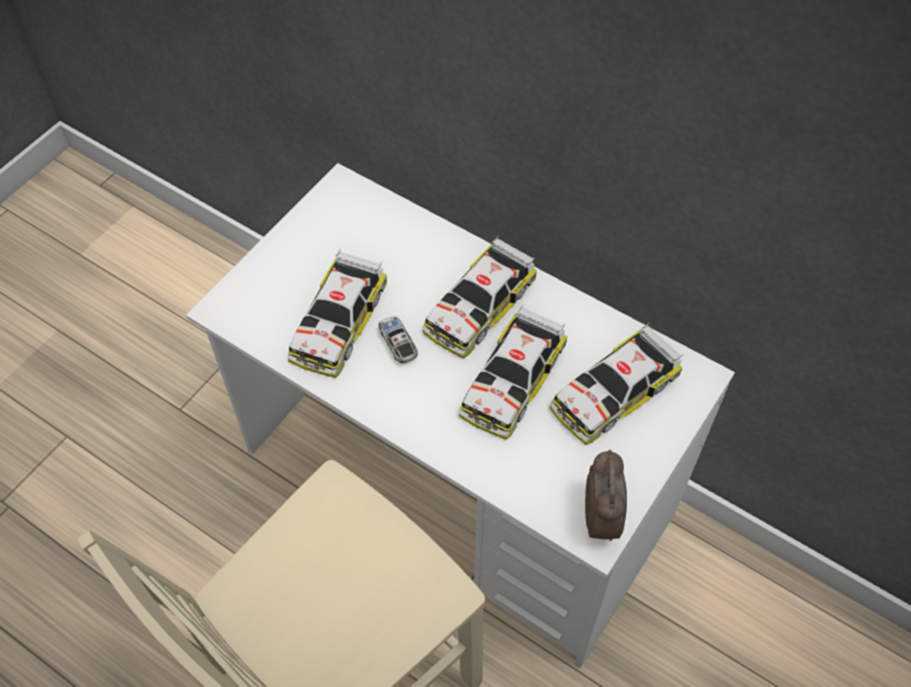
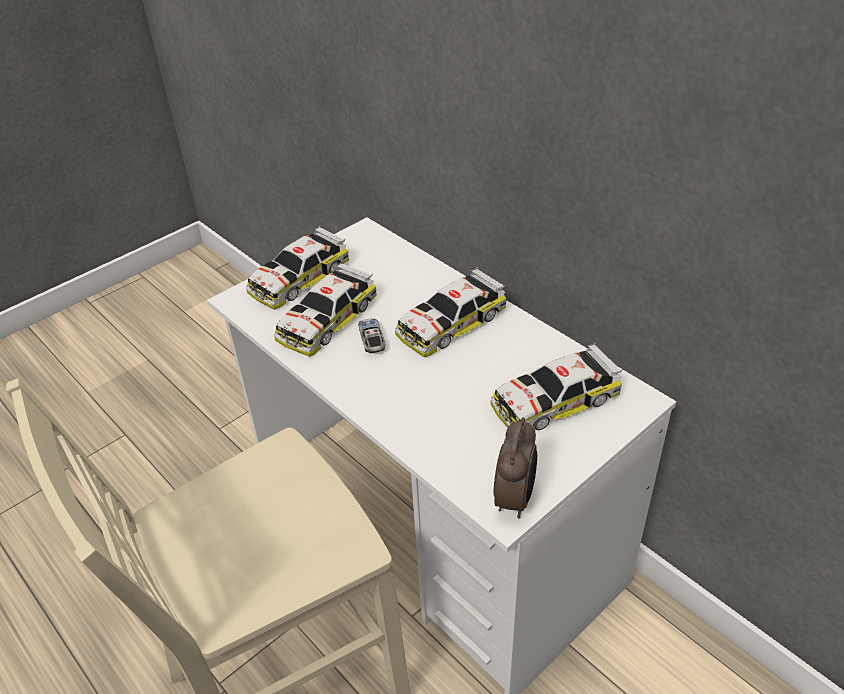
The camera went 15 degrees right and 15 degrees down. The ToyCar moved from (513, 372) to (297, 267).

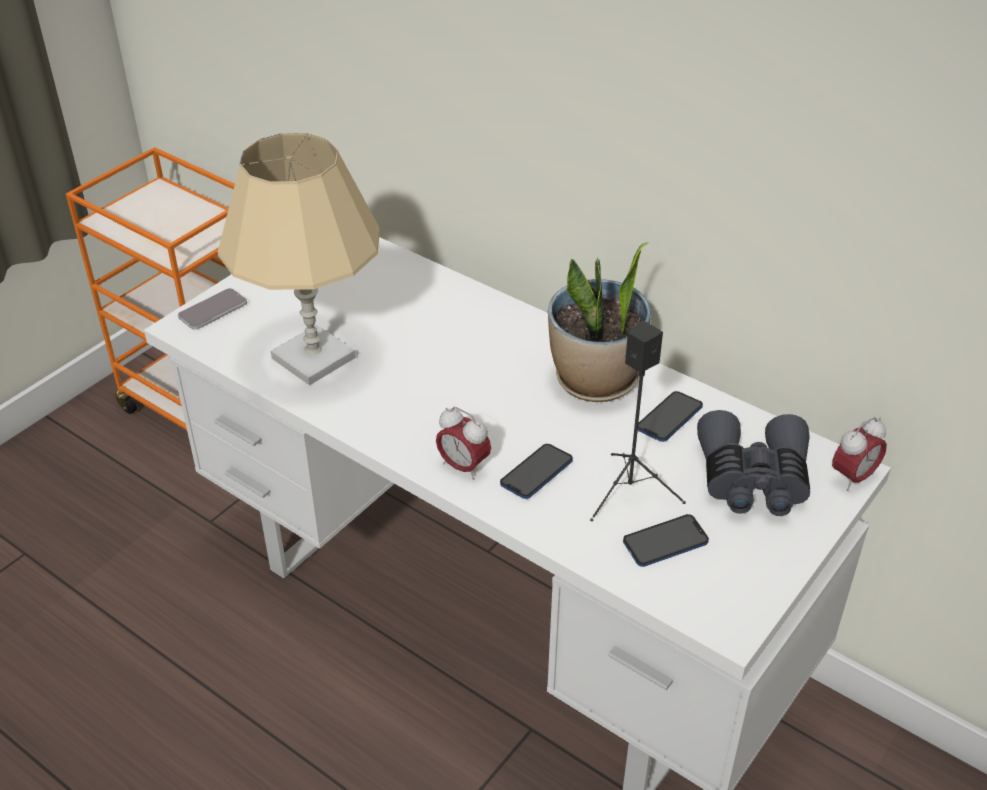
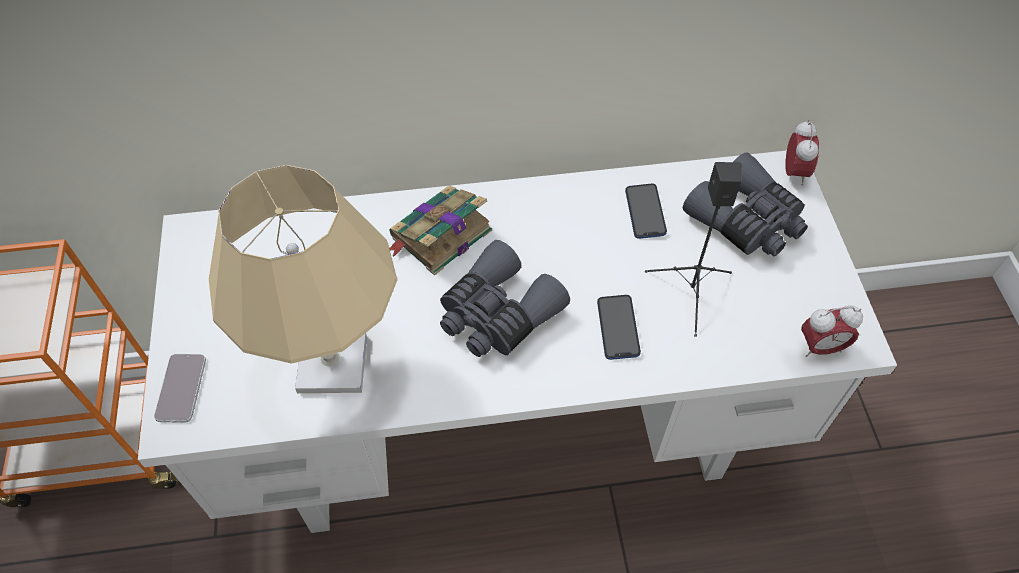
The camera went 45 degrees left and 15 degrees up. The PottedPlant at (599, 322) disappeared. The AlarmClock moved from (463, 443) to (832, 331). The Phone at (666, 540) disappeared. The Book at (440, 230) appeared. The GreyBinoculars at (505, 298) appeared.

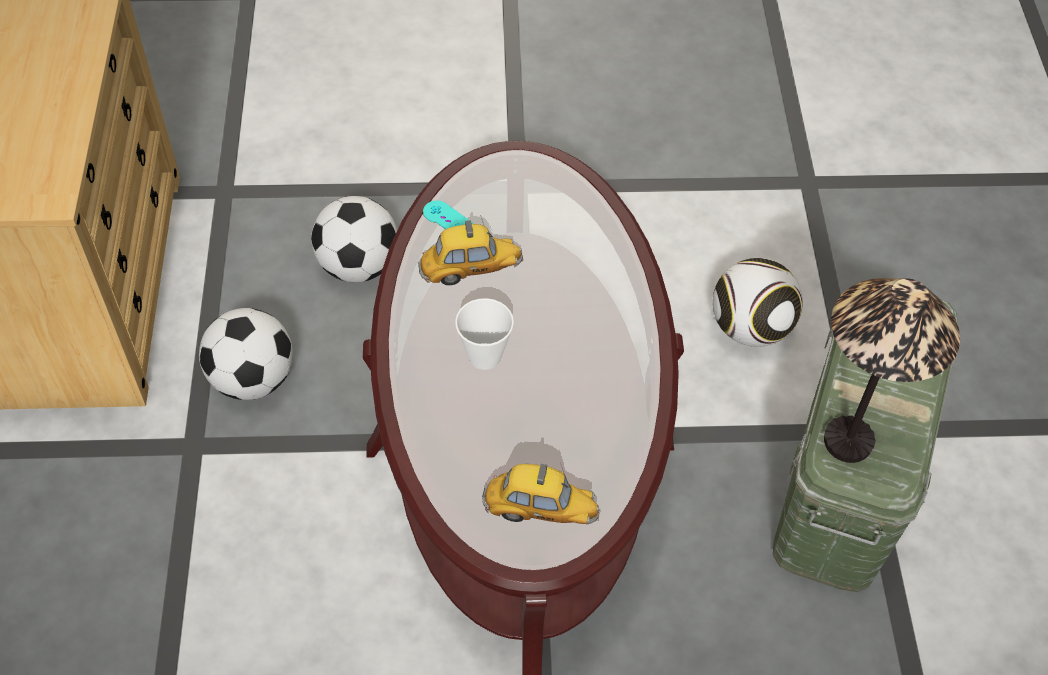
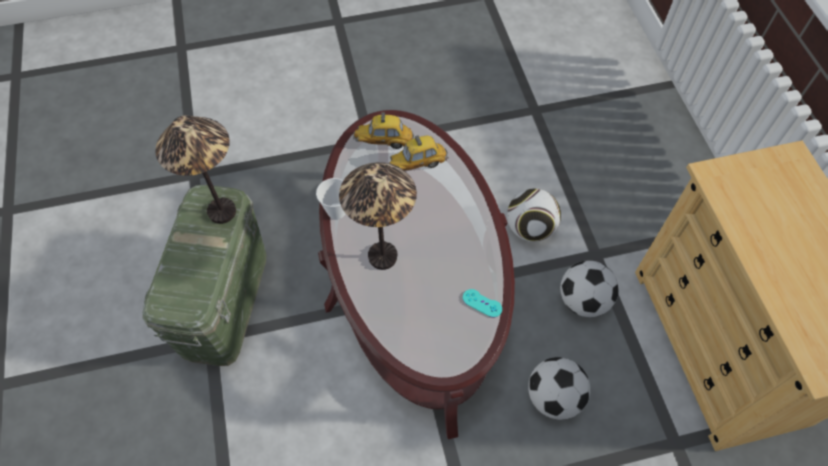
The camera went 170 degrees right and 5 degrees up. The ToyCar moved from (470, 250) to (419, 153). The Football moved from (757, 302) to (534, 215). The Cup moved from (484, 334) to (331, 198). The TableLamp at (378, 216) appeared.

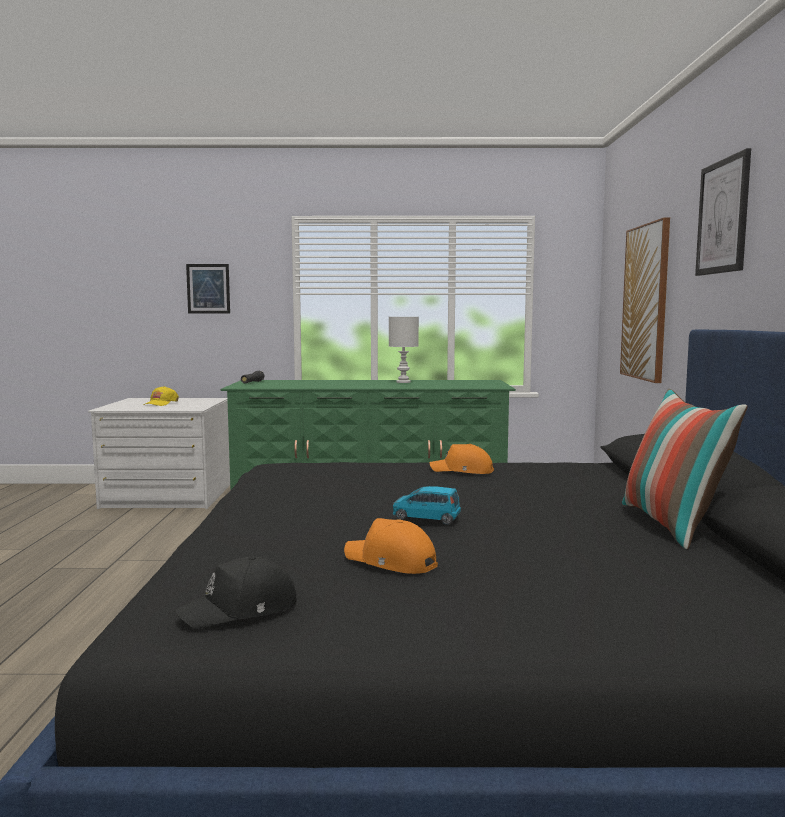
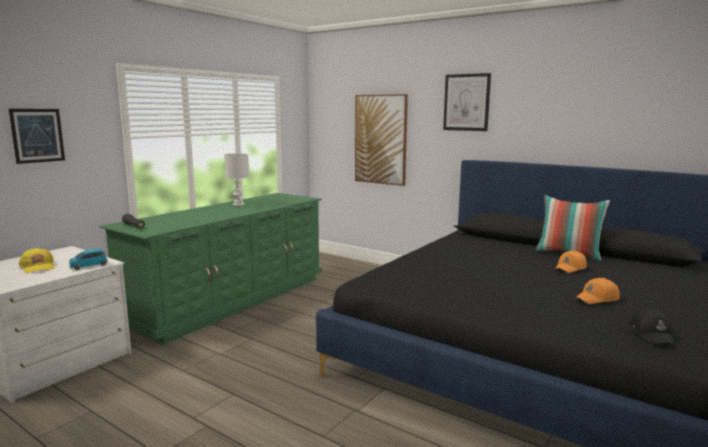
The camera went 55 degrees left and 5 degrees up. The OrangeCap moved from (462, 459) to (571, 261). The BlueToyCar moved from (427, 505) to (88, 259).

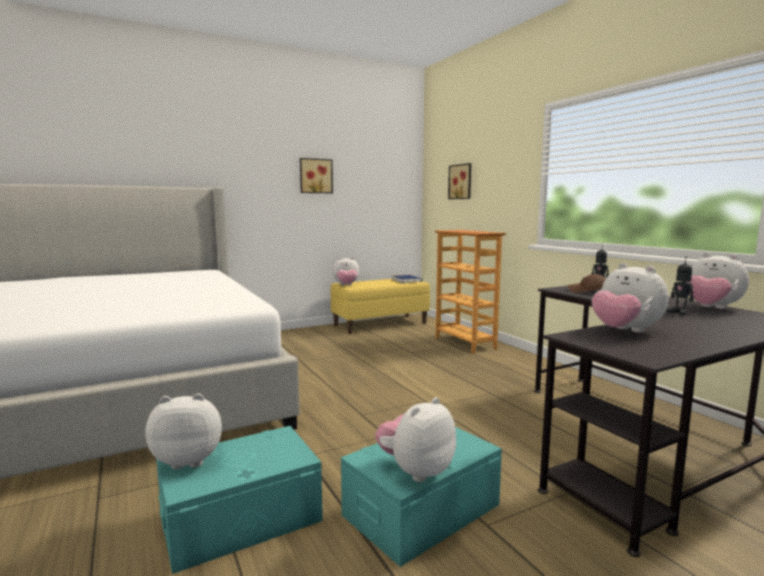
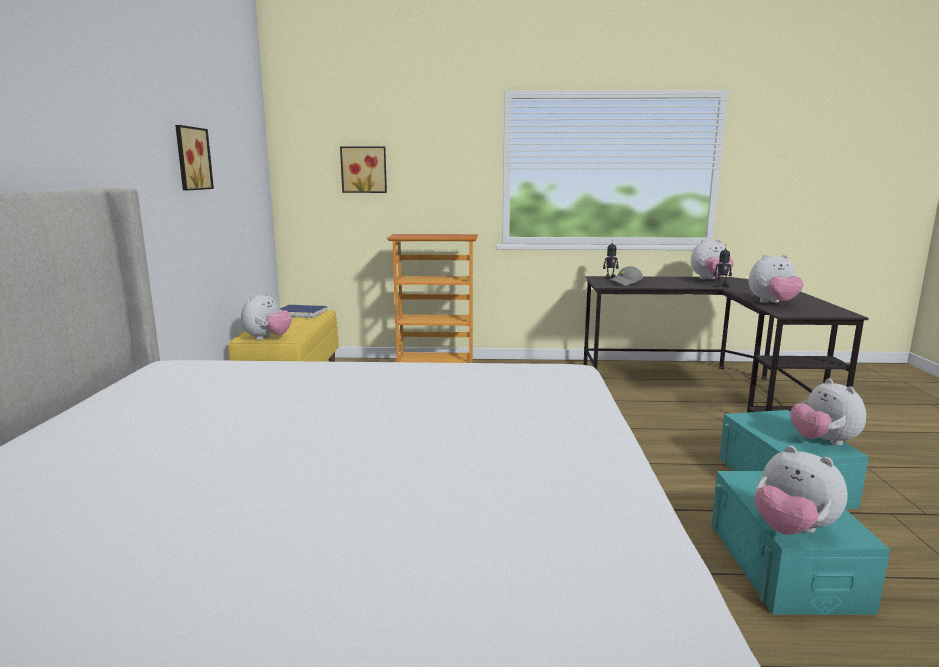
The camera went 60 degrees left and 5 degrees up. The BrownCap at (587, 283) became the GreyCap at (626, 276). The PlushToy at (183, 431) turned 60 degrees counterclockwise.

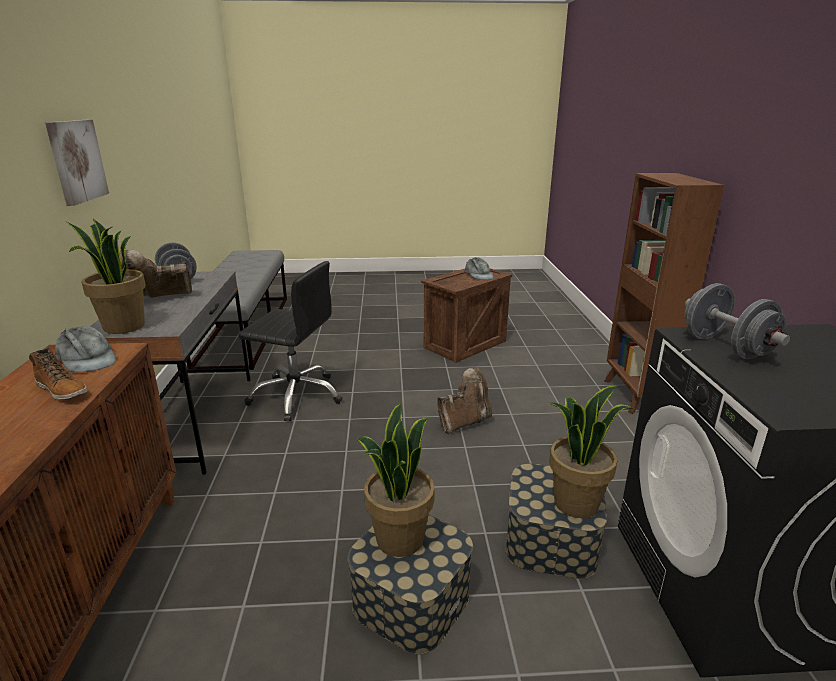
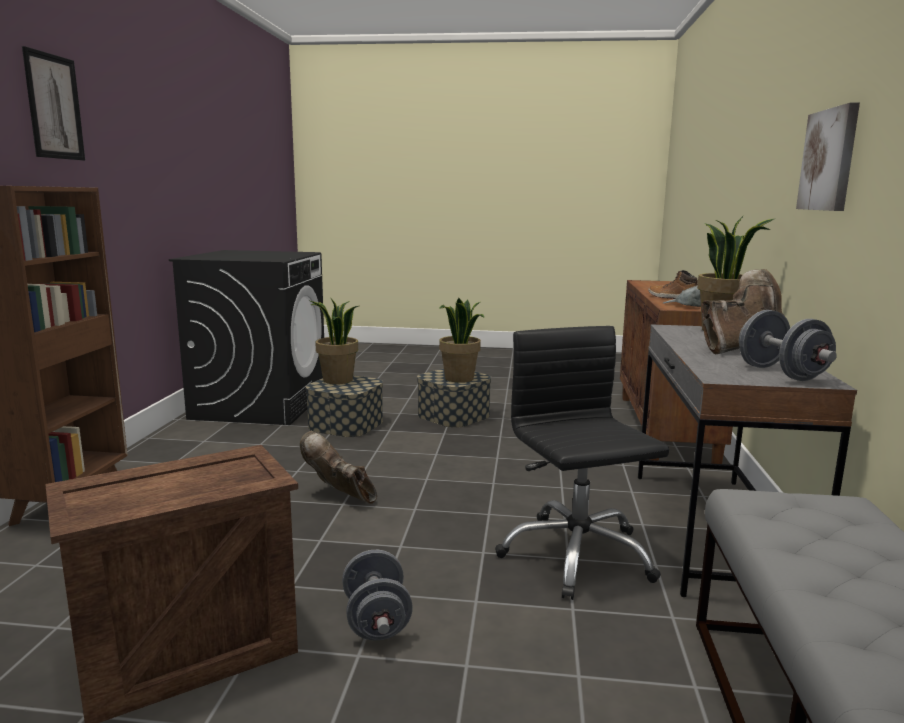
The camera went 170 degrees left and 10 degrees down. The GreyCap at (479, 268) disappeared. The BlackOfficeChair at (291, 341) turned 45 degrees clockwise. The GreyDumbbell moved from (737, 321) to (377, 595). The BrownBoot at (464, 400) turned 60 degrees clockwise. The Picture at (53, 103) appeared.

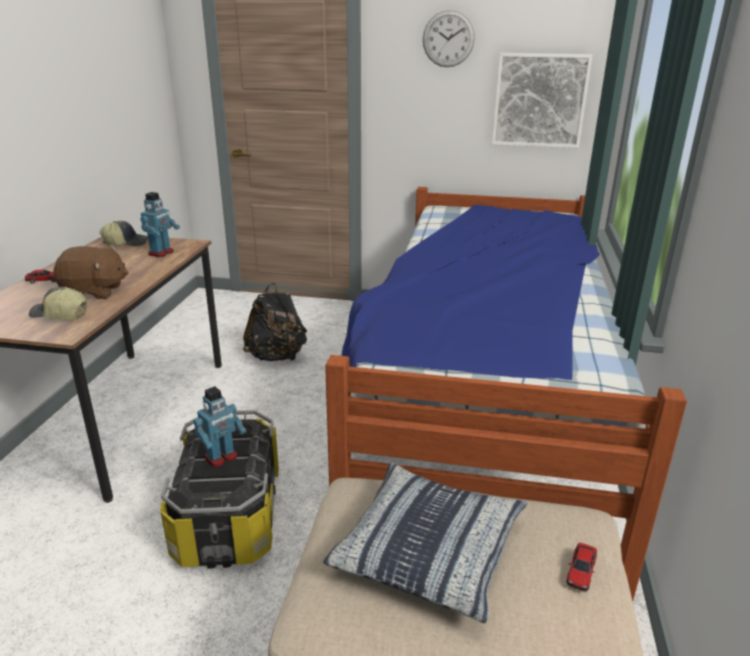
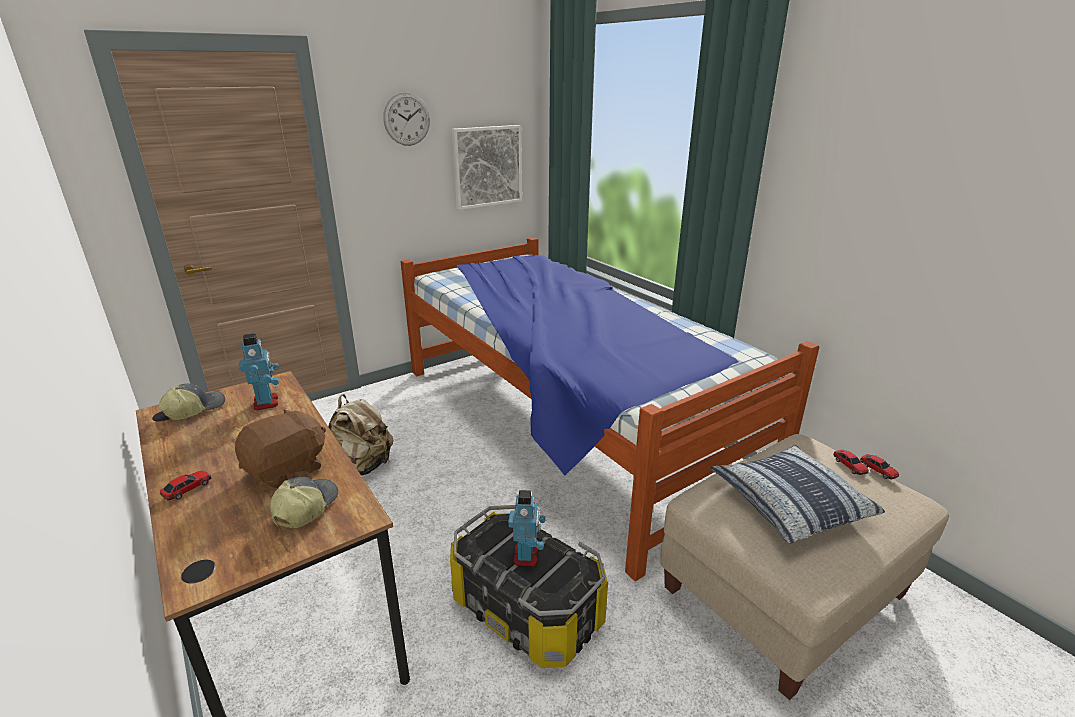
The camera went 45 degrees left and 0 degrees up. The BlackBackpack at (275, 322) became the BeigeBackpack at (361, 435). The Cap at (58, 303) turned 135 degrees clockwise. The ToyCar at (879, 466) appeared.

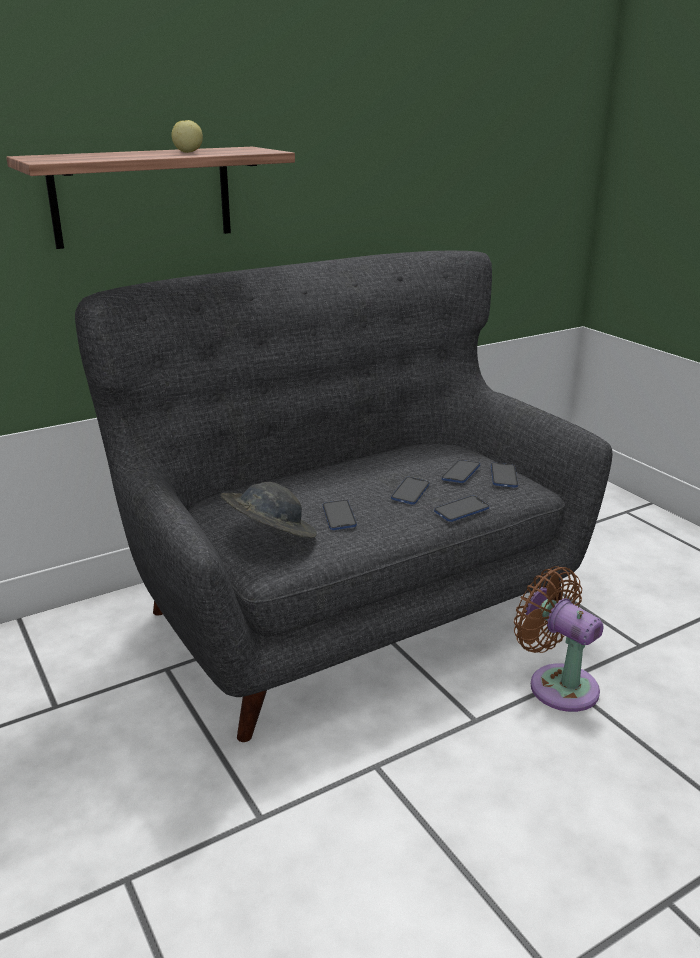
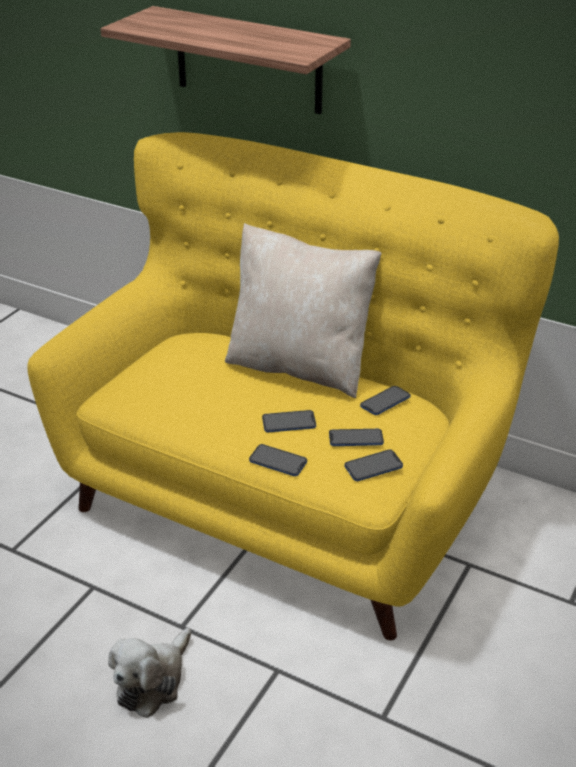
The camera went 60 degrees right and 10 degrees up. The Apple at (187, 136) disappeared. The GreySofa at (343, 496) became the YellowSofa at (293, 386). The GreyHat at (268, 510) disappeared. The Phone moved from (340, 515) to (385, 400). The BrownFan at (558, 639) disappeared. The BeigePillow at (303, 310) appeared. The PlushToy at (149, 673) appeared.

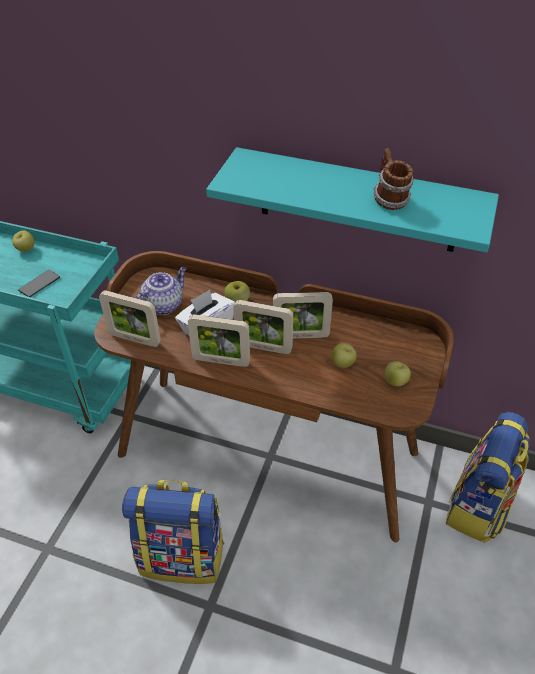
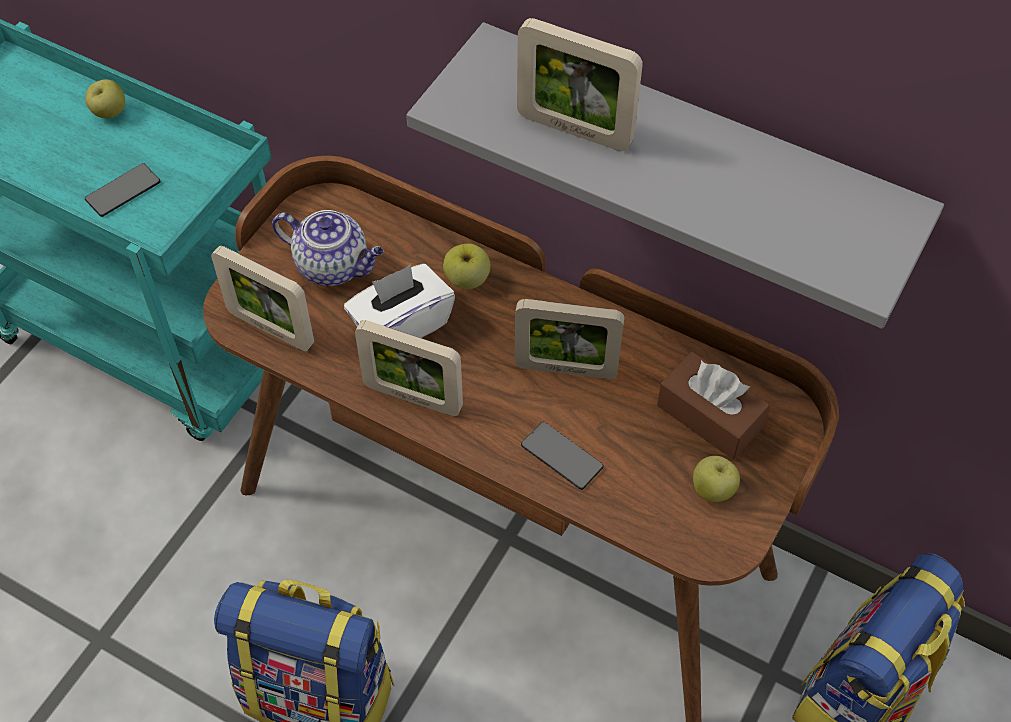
The camera went 10 degrees right and 10 degrees up. The TurquoiseShelf at (352, 200) became the GreyShelf at (675, 175). The Mug at (394, 179) disappeared. The Teapot at (161, 291) turned 60 degrees clockwise. The PictureFrame moved from (263, 327) to (580, 84). The Apple at (344, 355) disappeared. The BrownTissueBox at (713, 406) appeared. The Phone at (562, 456) appeared.

